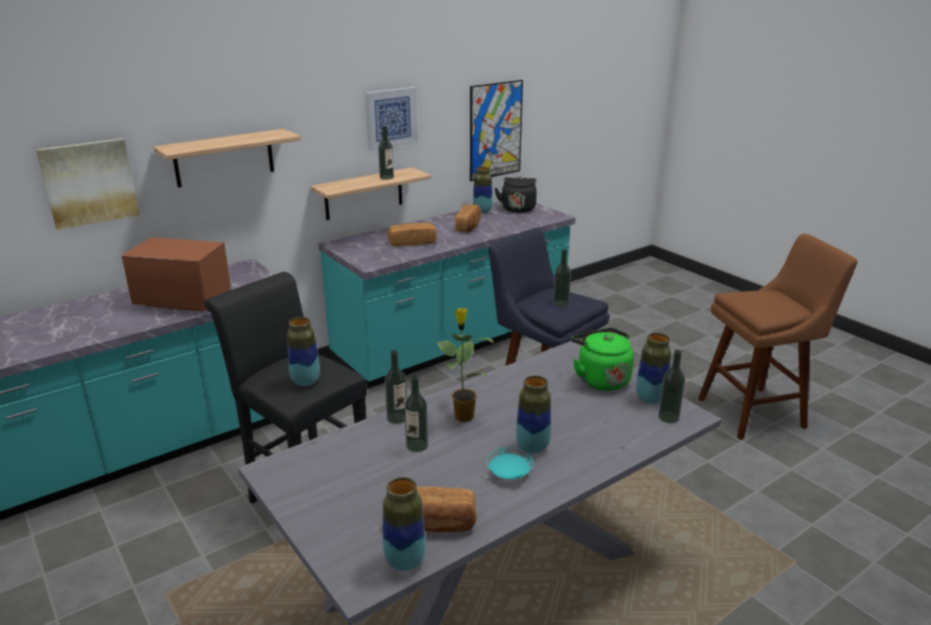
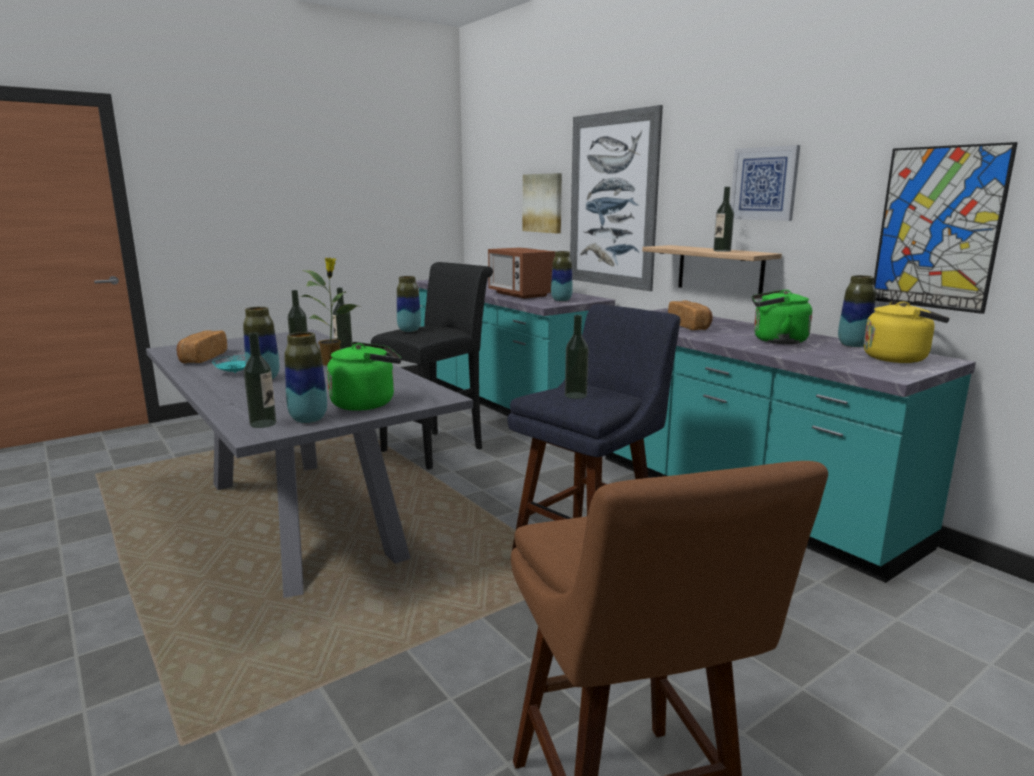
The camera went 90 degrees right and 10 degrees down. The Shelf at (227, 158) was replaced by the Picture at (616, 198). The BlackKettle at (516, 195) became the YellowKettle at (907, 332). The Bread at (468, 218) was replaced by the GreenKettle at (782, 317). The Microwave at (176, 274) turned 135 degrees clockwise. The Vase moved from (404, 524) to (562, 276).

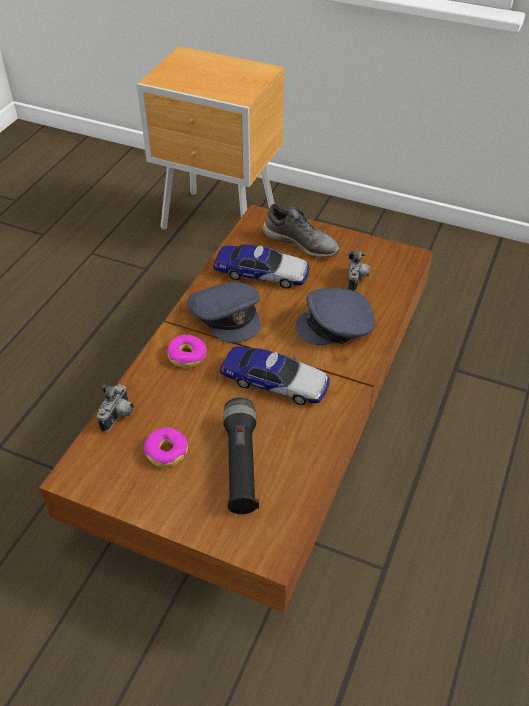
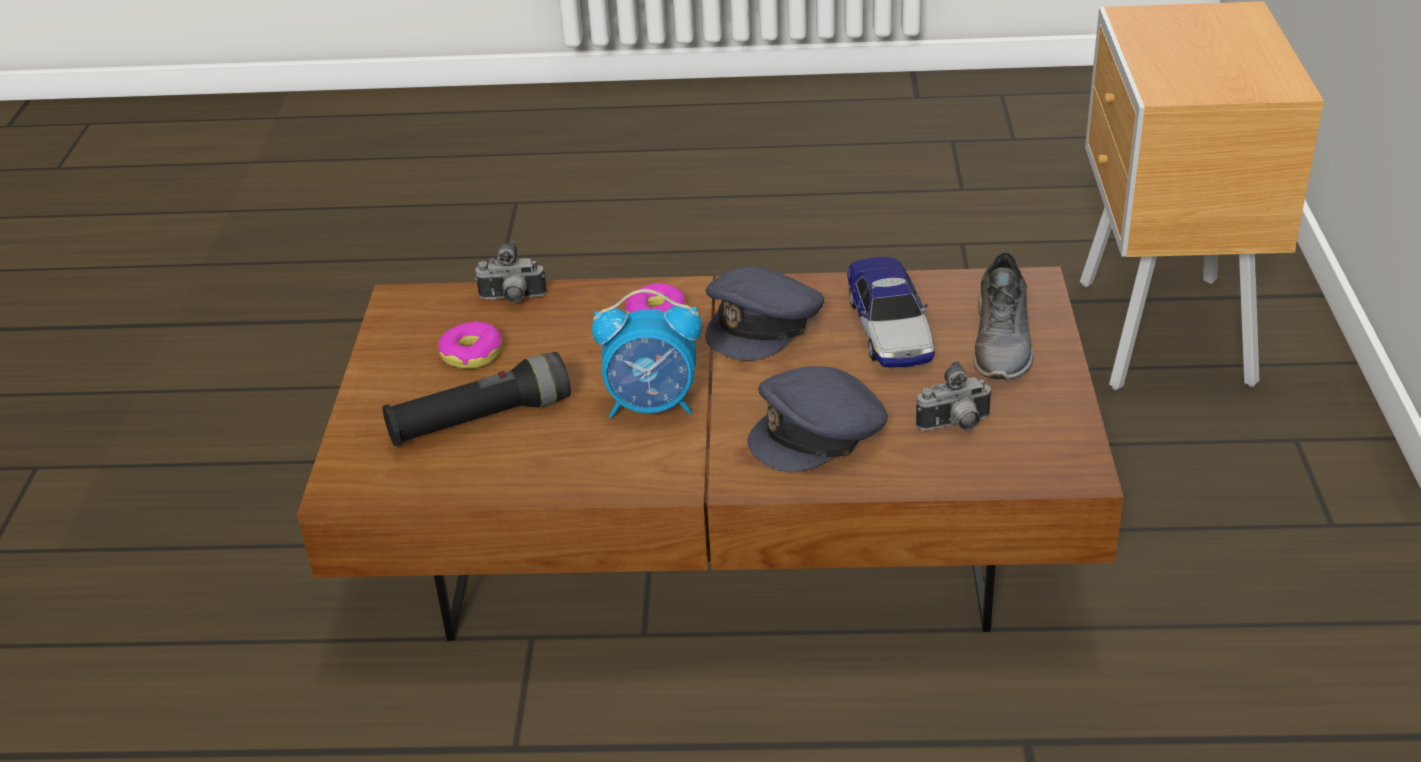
The camera went 70 degrees right and 10 degrees down. The GreyCap at (335, 316) turned 90 degrees counterclockwise. The ToyCar at (275, 375) was replaced by the AlarmClock at (647, 353).

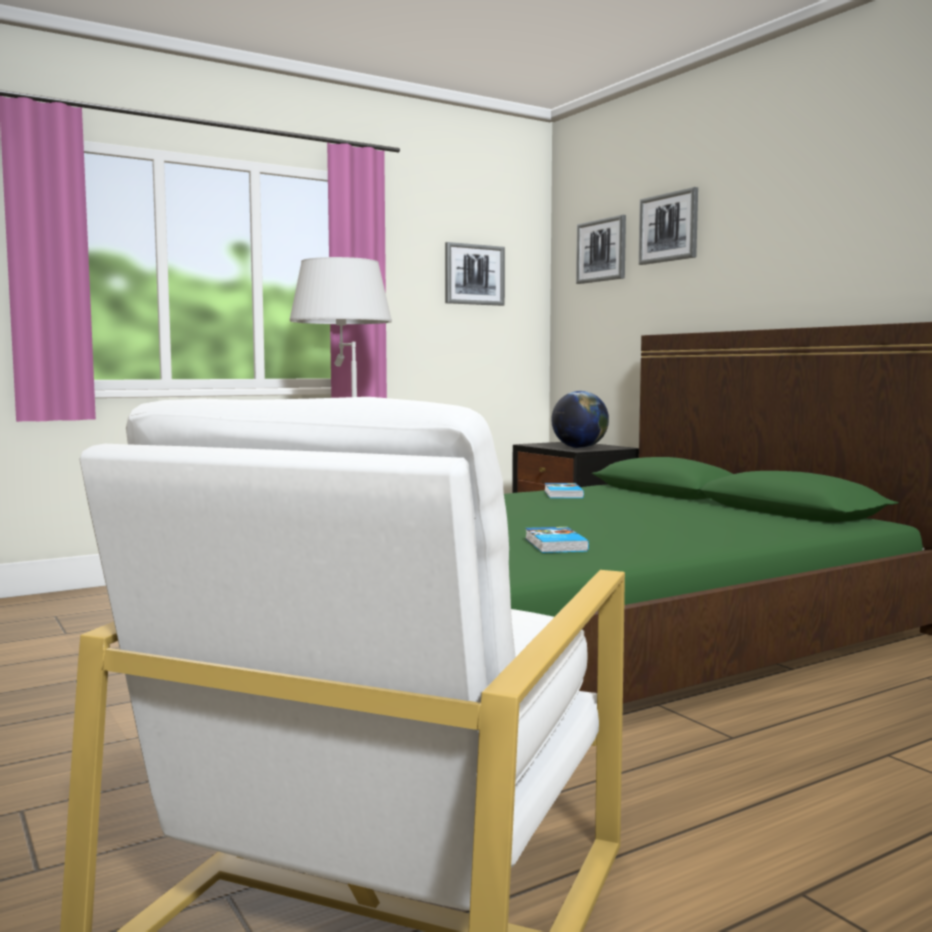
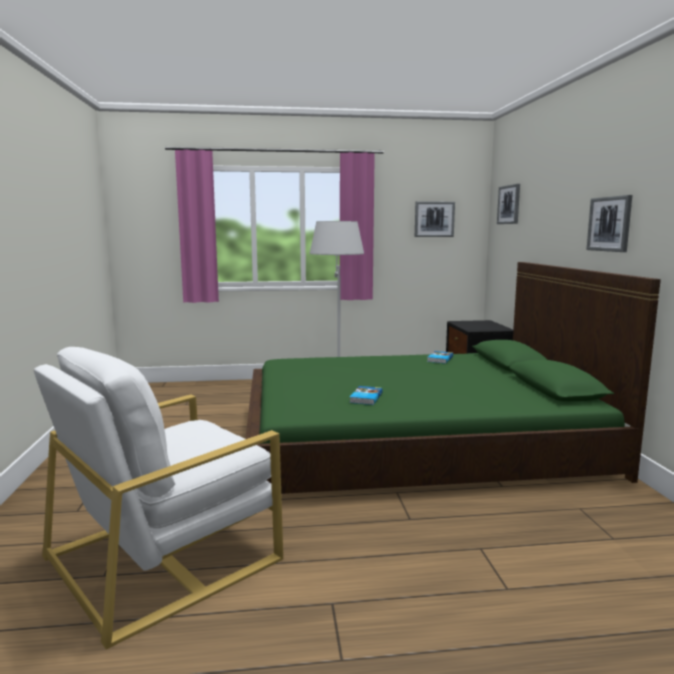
The camera went 25 degrees right and 5 degrees up. The Picture moved from (668, 226) to (609, 223). The Globe at (580, 419) disappeared.

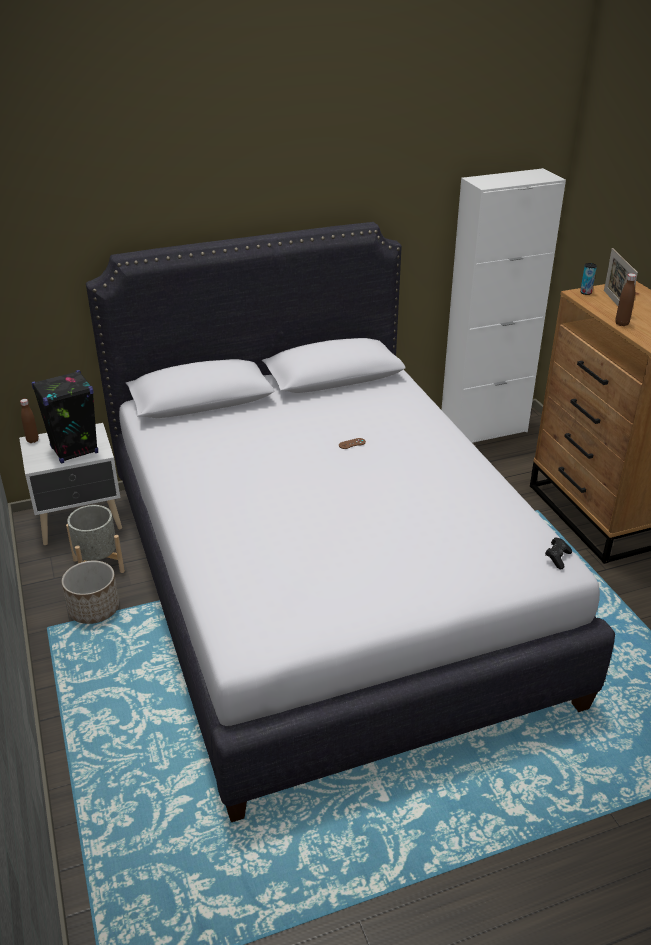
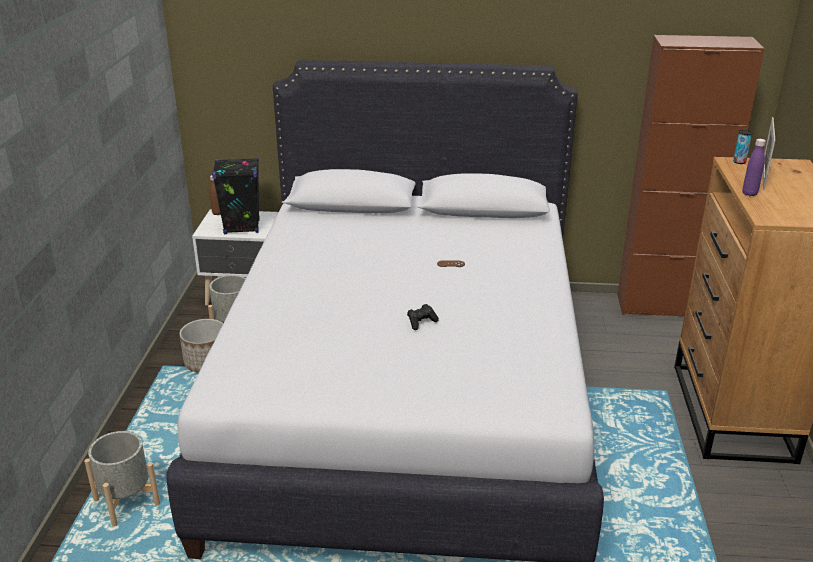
The camera went 25 degrees right and 5 degrees down. The WhiteCabinet at (503, 305) became the BrownCabinet at (691, 175). The BrownBottle at (625, 299) became the PurpleBottle at (754, 167). The BlackGameController moved from (558, 553) to (423, 317). The GreyPlanter at (122, 479) appeared.

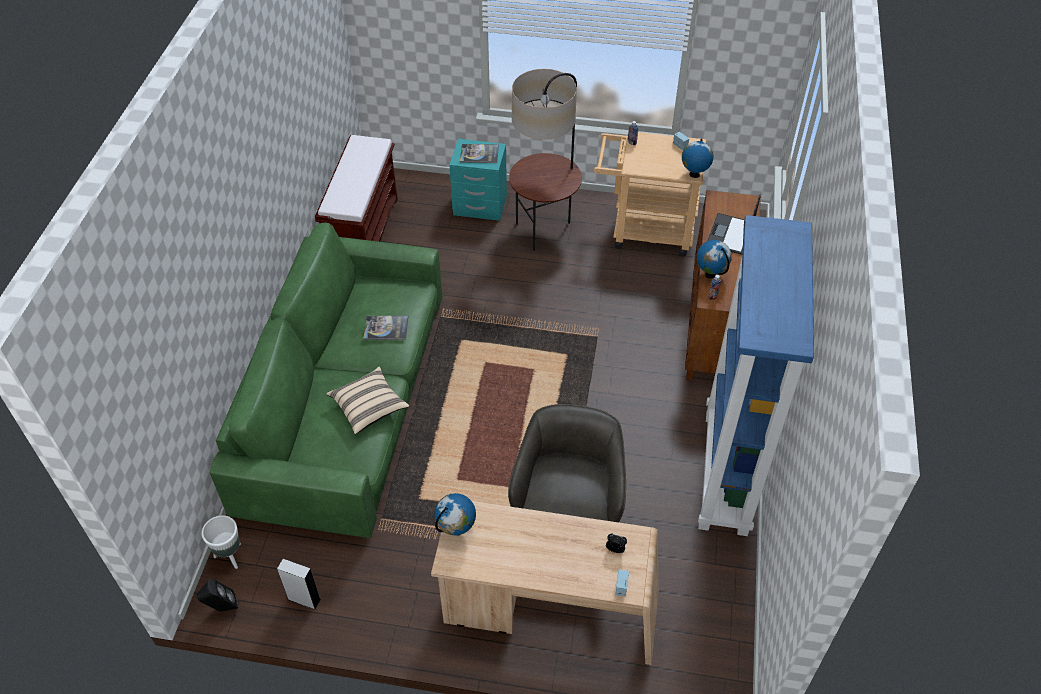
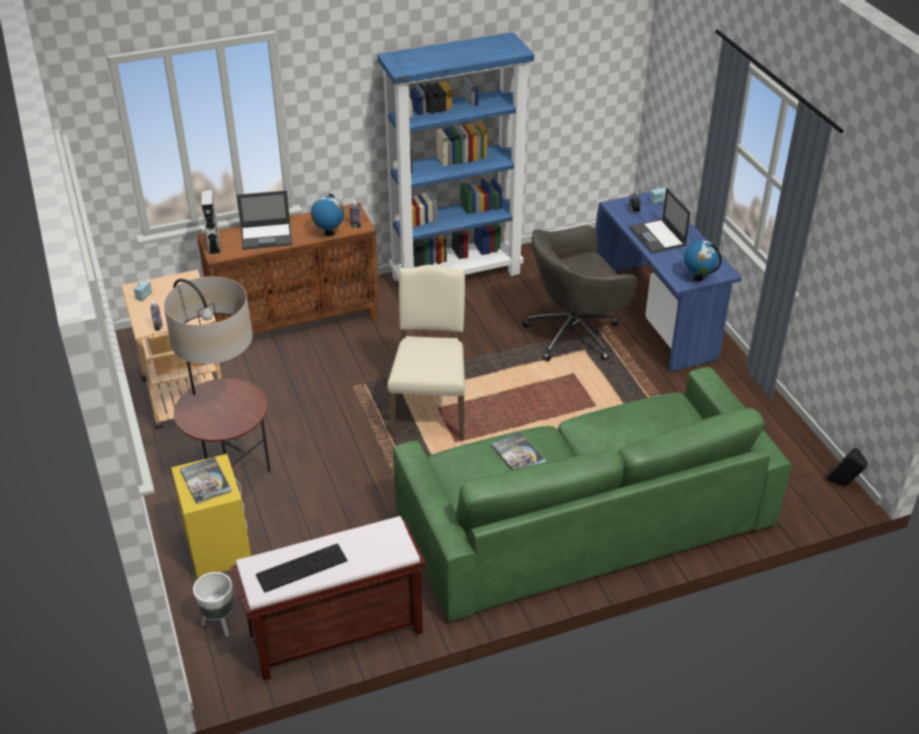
The camera went 120 degrees left and 10 degrees down. The TurquoiseNightstand at (478, 180) became the YellowNightstand at (211, 516). The Globe at (698, 158) disappeared. The BeigePillow at (367, 400) disappeared. The BeigeDesk at (545, 583) became the BlueDesk at (668, 282). The WhitePlanter moved from (221, 542) to (213, 604). The GreySpeaker moved from (299, 584) to (210, 222). The Laptop at (660, 221) appeared. The BeigeChair at (426, 352) appeared. The Keyboard at (301, 568) appeared.

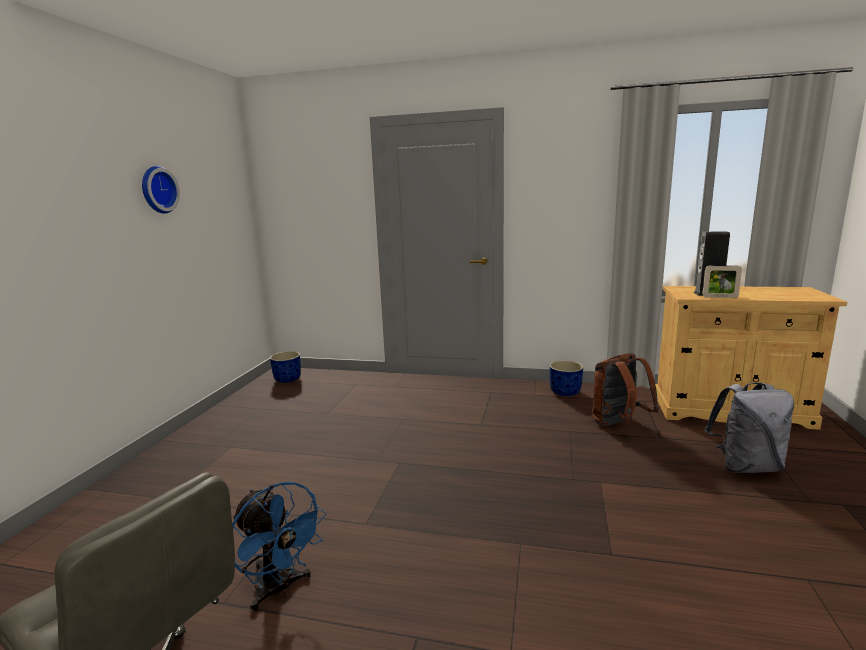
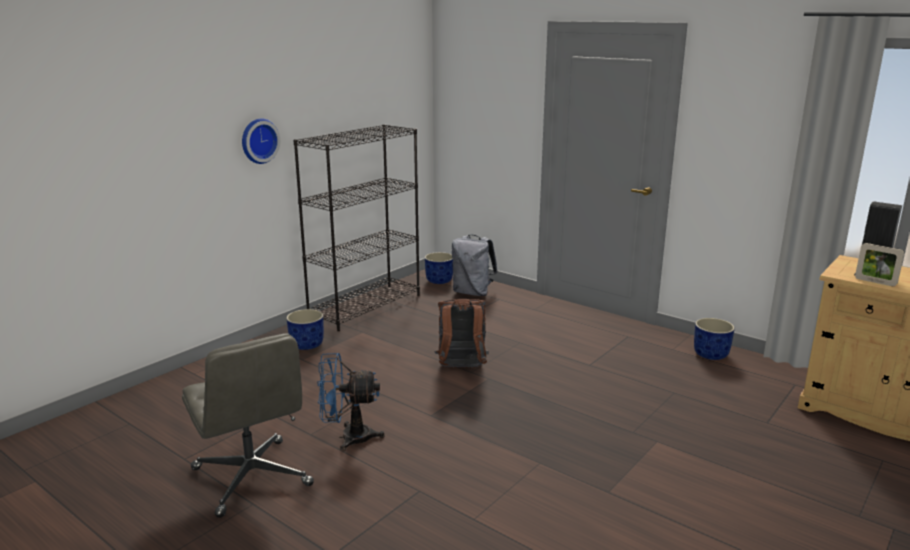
The camera went 25 degrees right and 5 degrees up. The WallClock moved from (161, 190) to (261, 141). The BrownBackpack moved from (625, 389) to (461, 333). The GreyBackpack moved from (749, 428) to (475, 265). The BlueFan at (279, 547) turned 105 degrees clockwise. The BlackBookcase at (357, 227) appeared. The BluePlanter at (305, 329) appeared.

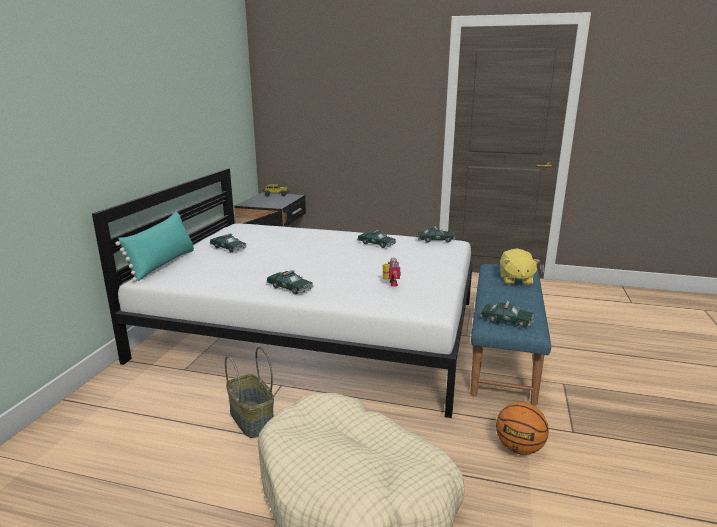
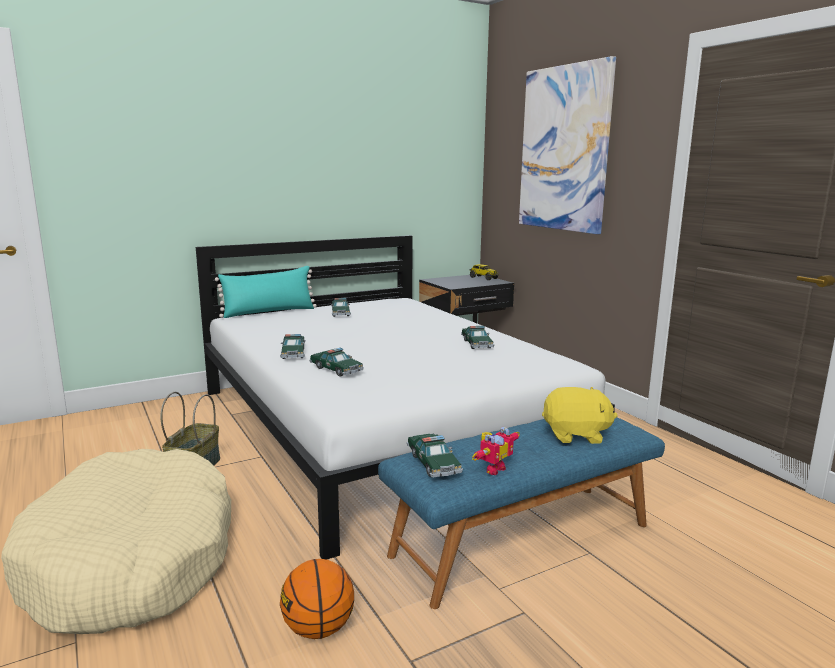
The camera went 45 degrees right and 5 degrees down. The ToyCar moved from (436, 234) to (336, 362). The YellowPlushToy at (520, 267) turned 135 degrees counterclockwise. The ToyRobot moved from (392, 272) to (496, 451). The Picture at (567, 145) appeared.

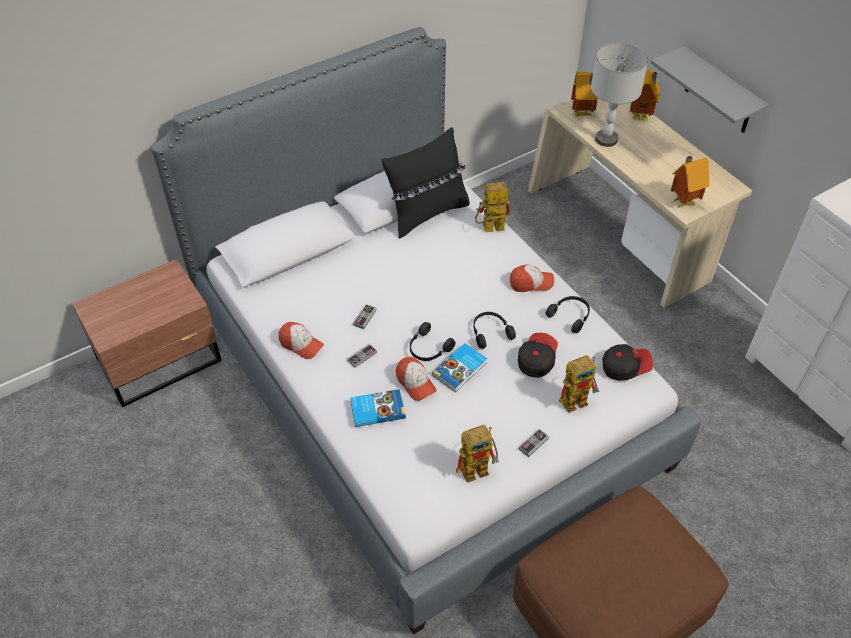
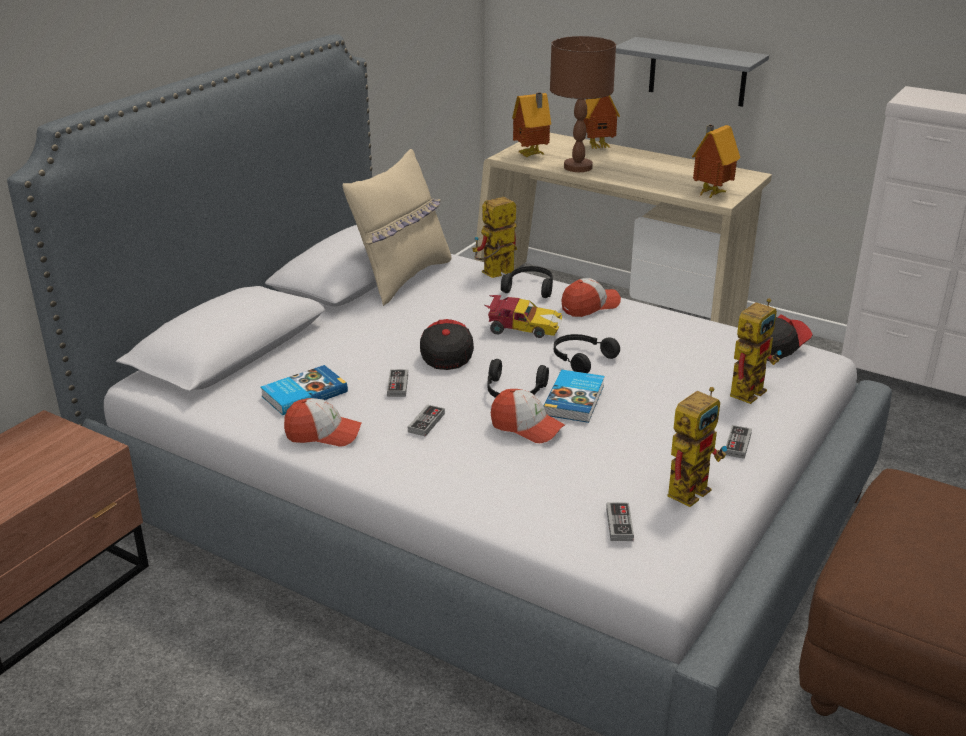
The camera went 25 degrees left and 20 degrees down. The GreyTableLamp at (619, 95) became the BrownTableLamp at (583, 104). The BlackPillow at (425, 183) became the BeigePillow at (397, 227). The BlackHeadphones moved from (568, 314) to (527, 282). The Cap moved from (538, 355) to (447, 344). The Book moved from (378, 408) to (304, 390). The ToyCar at (523, 316) appeared. The GameController at (620, 521) appeared.

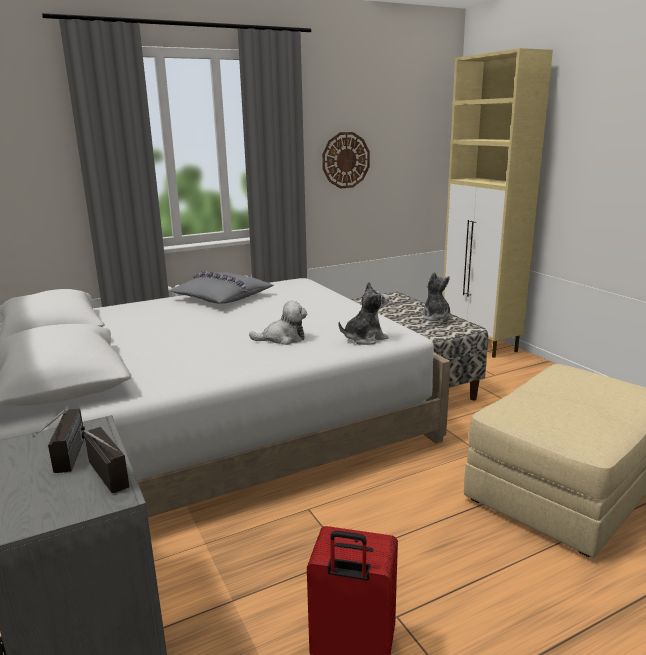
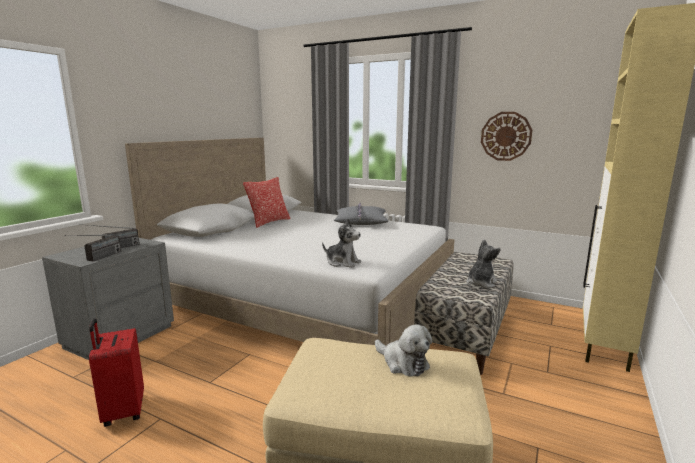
The camera went 55 degrees right and 5 degrees down. The PlushToy moved from (278, 323) to (403, 350). The Pillow at (267, 202) appeared.

